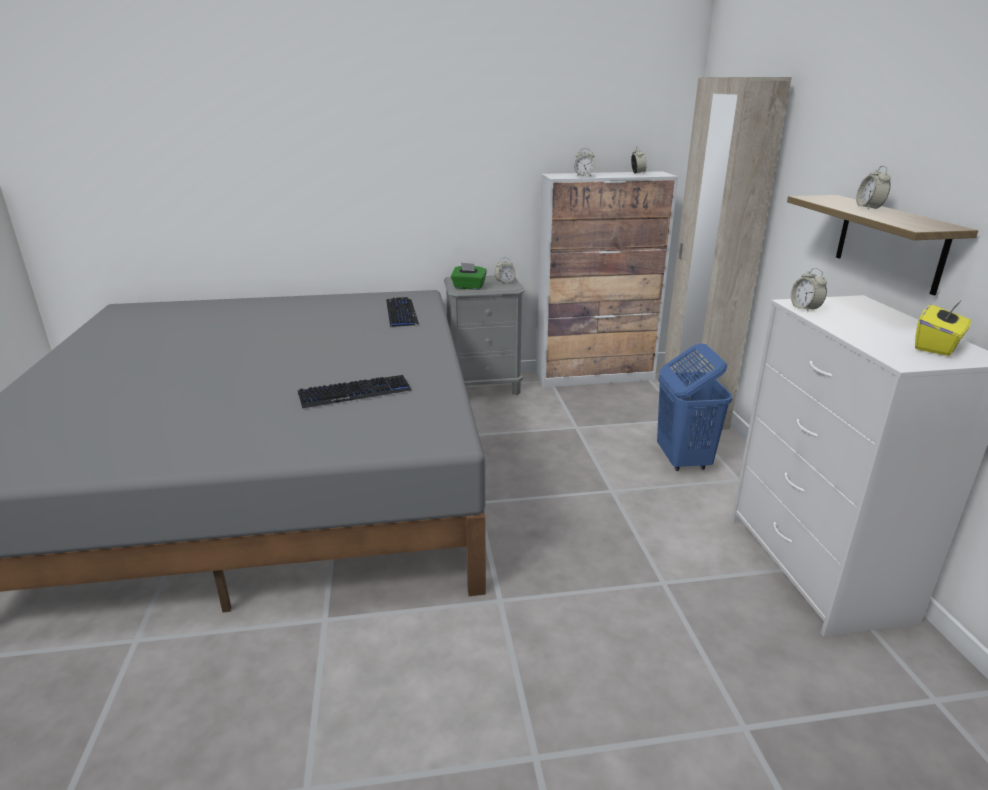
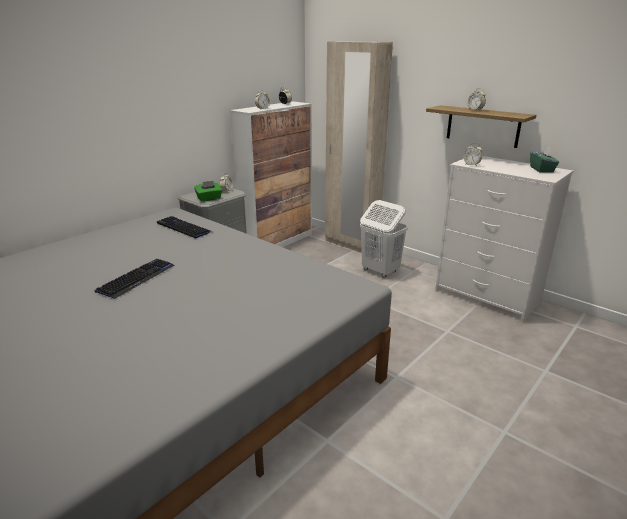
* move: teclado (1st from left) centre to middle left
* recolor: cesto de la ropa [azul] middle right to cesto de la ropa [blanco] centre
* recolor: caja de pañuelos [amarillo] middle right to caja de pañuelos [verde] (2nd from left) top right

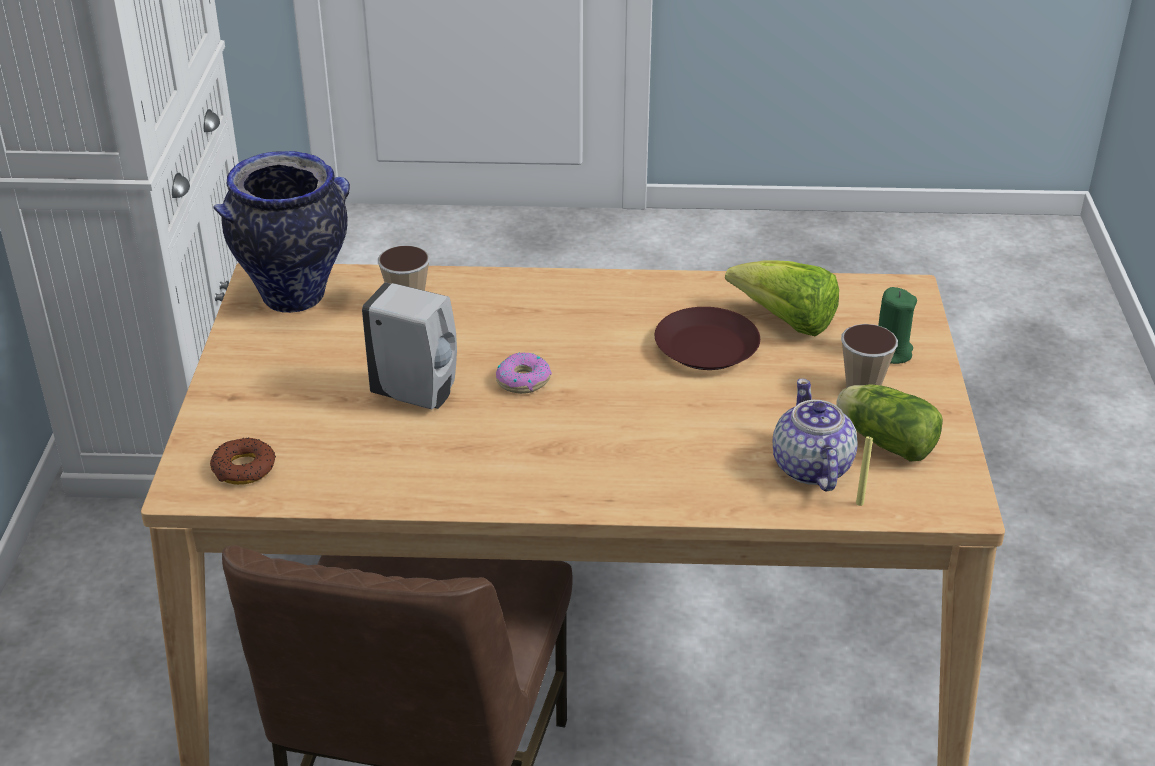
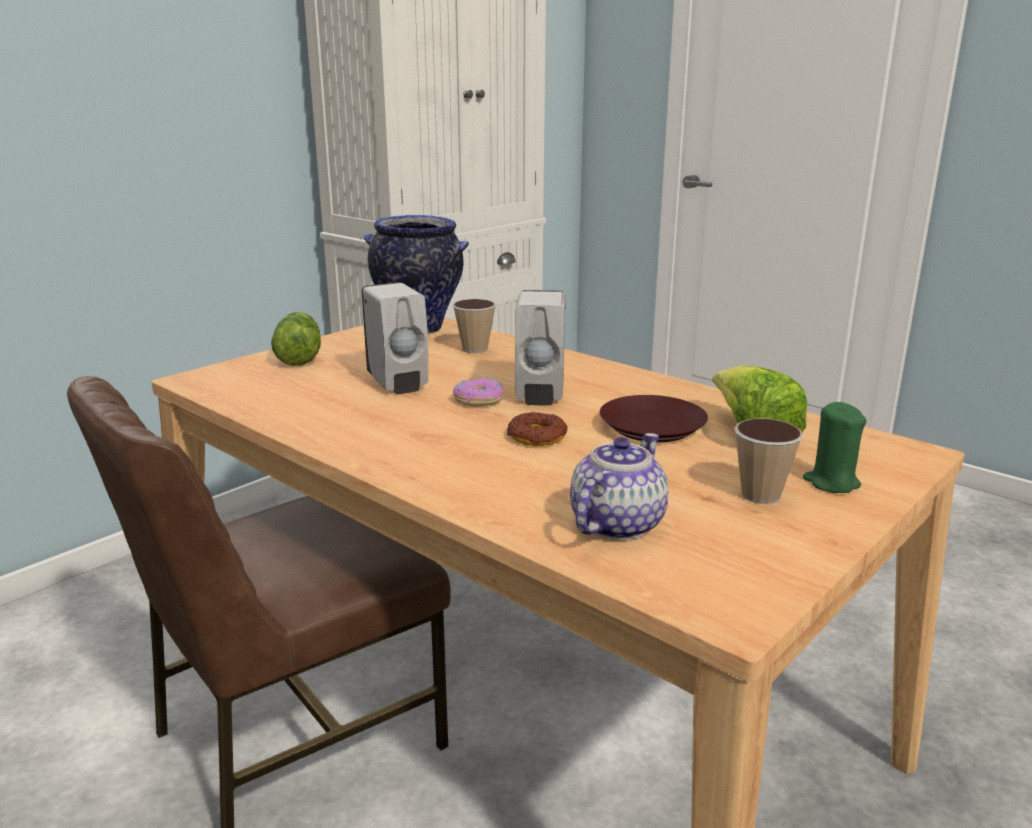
* move: lechuga (2nd from left in the first image) middle right to lechuga (1st from left) middle left
* move: rosquilla (1st from left in the first image) middle left to rosquilla (2nd from left) centre
* insert: dispensador de jabón [blanco] (2nd from left) centre
* delete: vela [amarillo] middle right

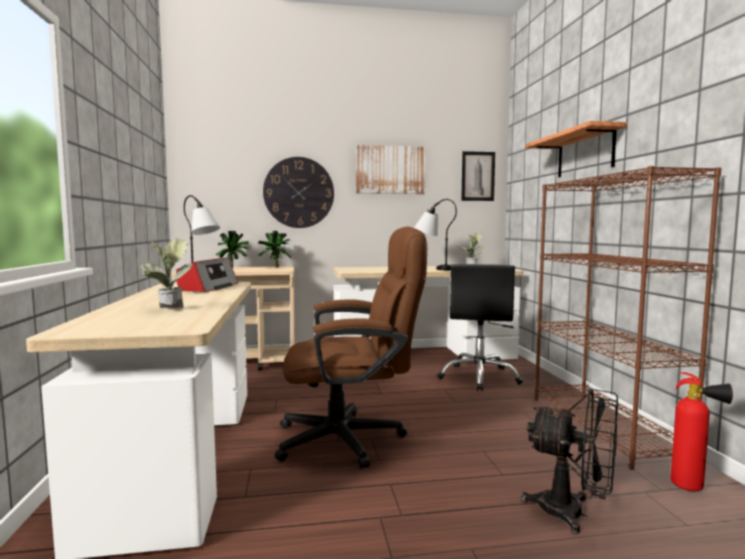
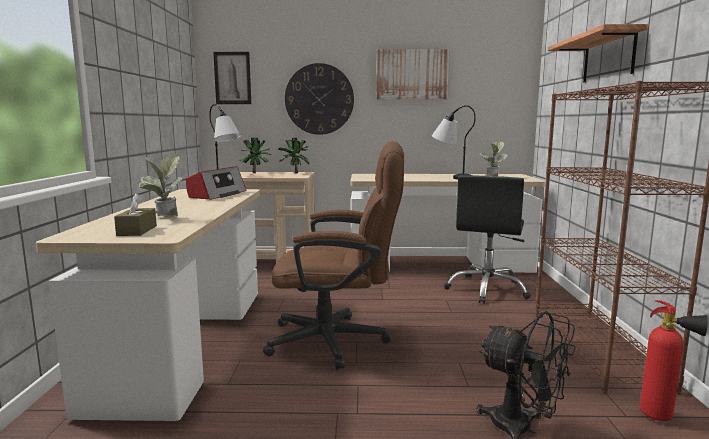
* insert: caja de pañuelos [marrón] middle left
* move: cuadro (2nd from left in the first image) top centre to cuadro (1st from left) top left

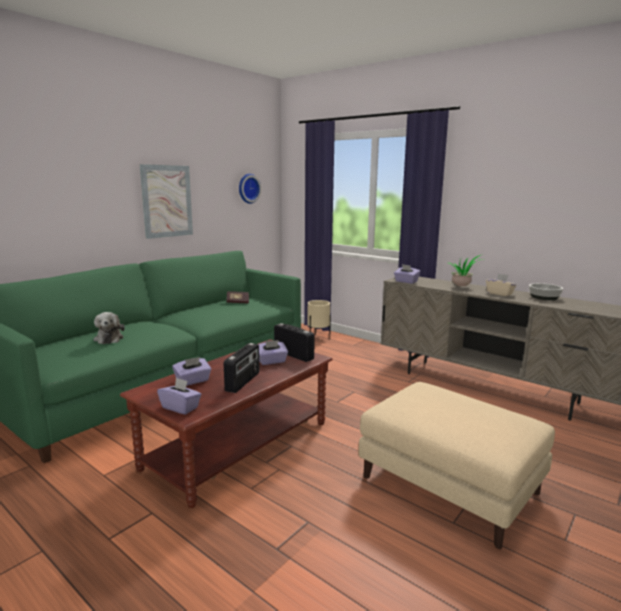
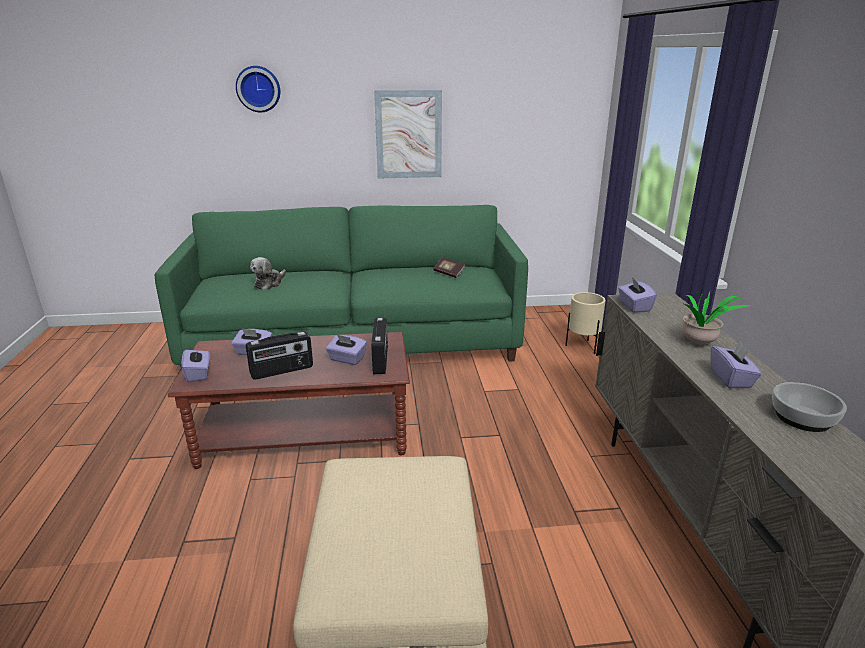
* move: reloj de pared top centre to top left
* recolor: caja de pañuelos [beis] middle right to caja de pañuelos [morado] (5th from left) middle right

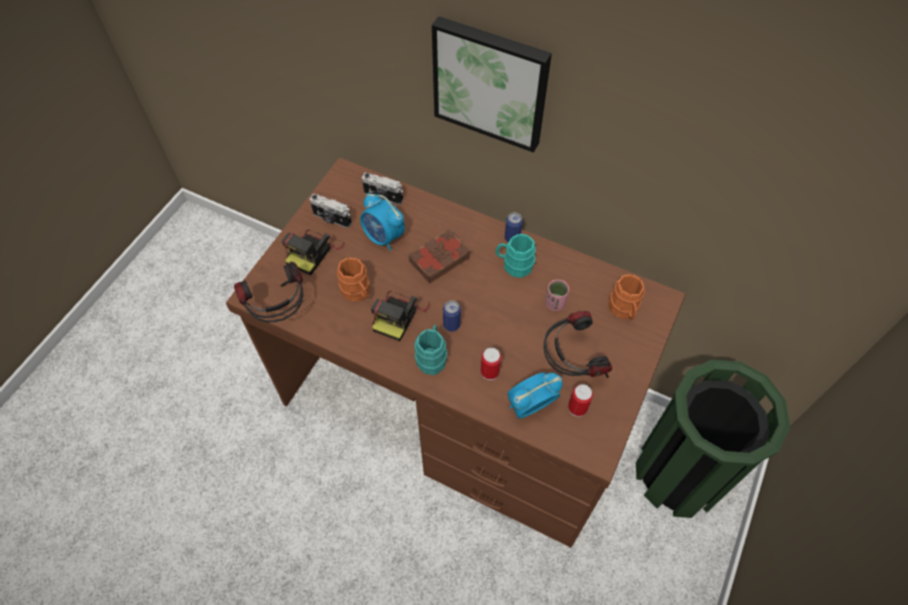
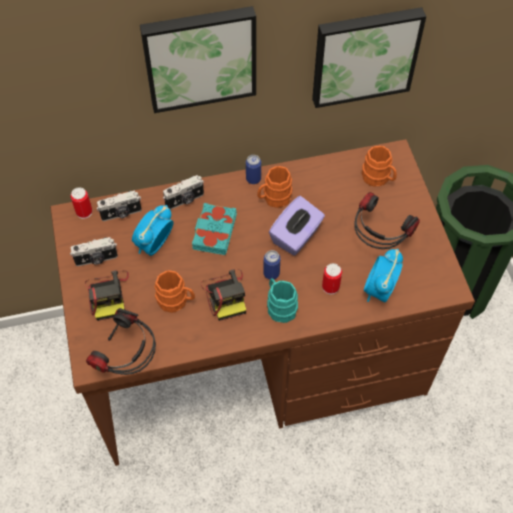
* move: lata (4th from left in the first image) centre to lata (1st from left) middle left
* rotate: despertador (1st from left) centre = middle left 120 degrees clockwise
* insert: cámara (4th from left) centre
* recolor: libro [marrón] centre to libro [turquesa] centre
* recolor: taza grande [turquesa] (2nd from left) centre to taza grande [naranja] (2nd from left) centre
* insert: caja de pañuelos [morado] centre
* insert: cuadro (2nd from left) top right
* delete: taza [rosa] centre

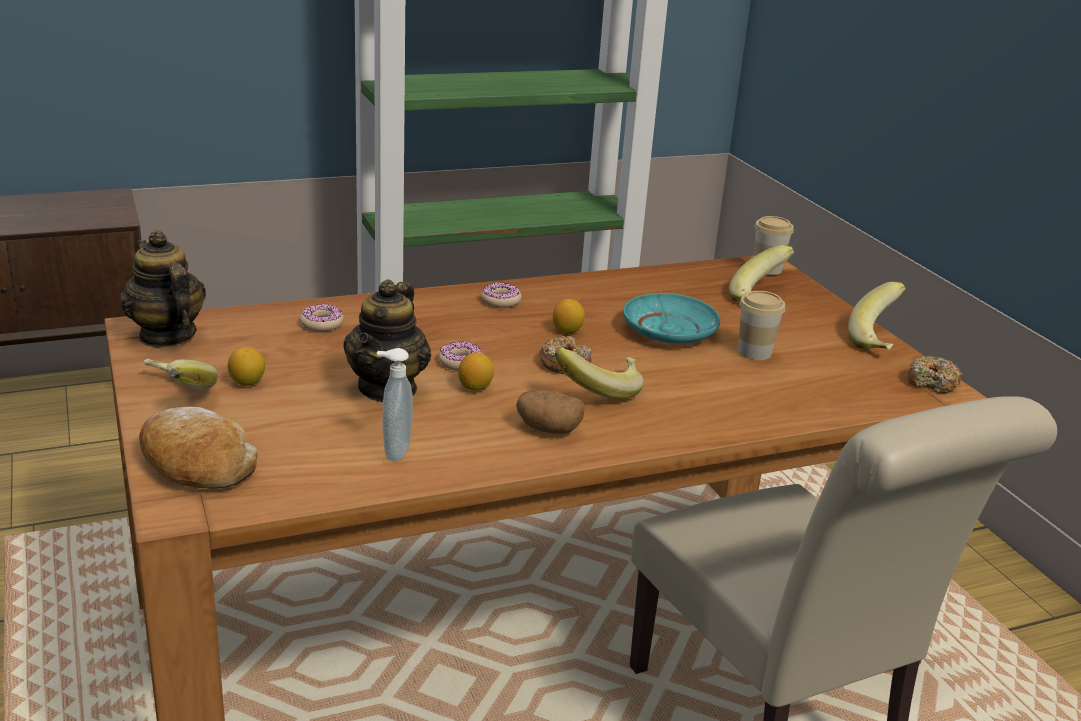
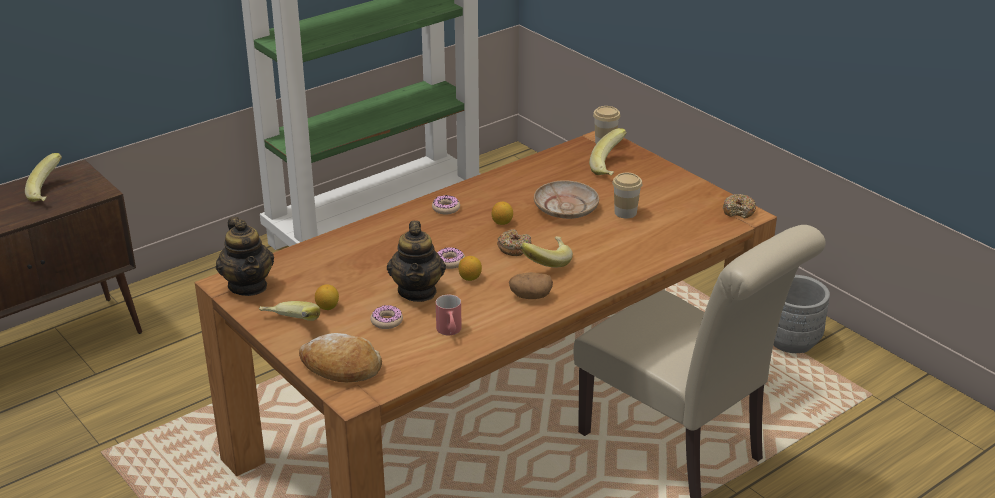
* move: plátano (4th from left in the first image) middle right to plátano (1st from left) middle left
* rotate: tetera (1st from left) middle left = middle left 150 degrees counterclockwise
* move: rosquilla (1st from left) middle left to centre
* replace: dispensador de jabón centre to taza grande [rojo] centre
* recolor: plato [turquesa] centre to plato [beis] centre
* insert: maceta [gris] middle right

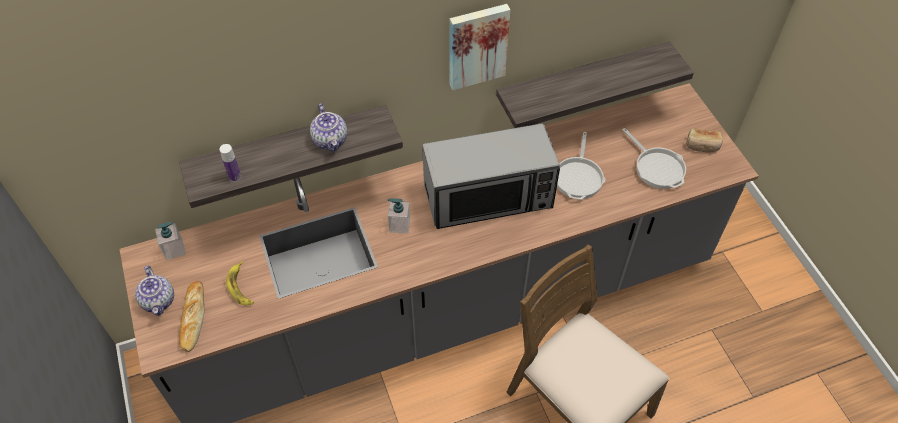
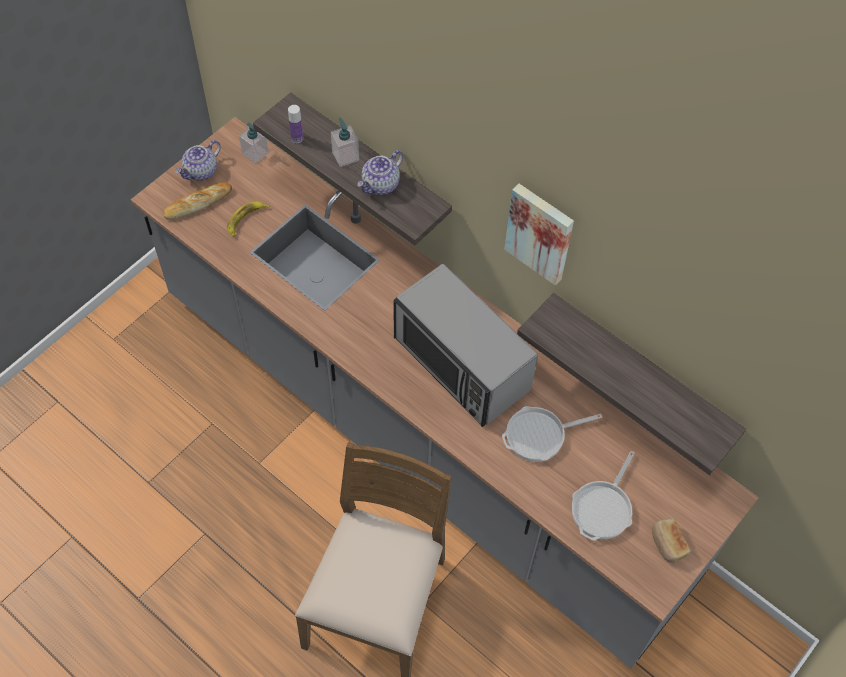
* move: dispensador de jabón (2nd from left) centre to top centre

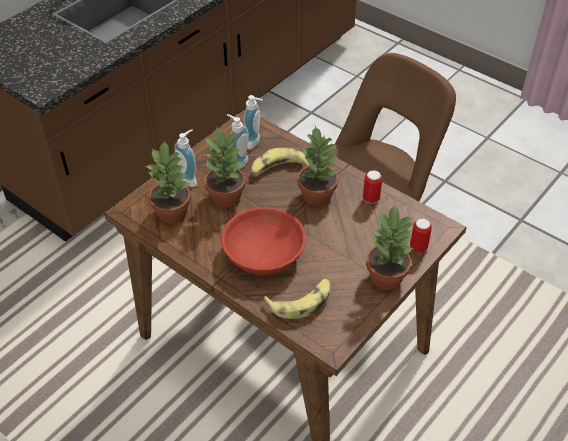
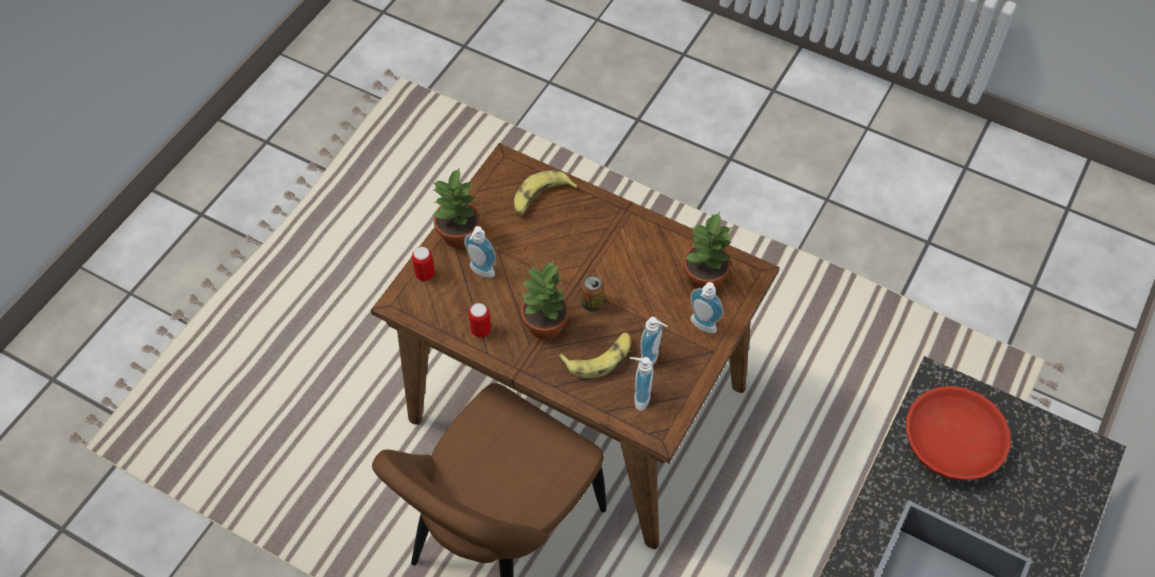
* insert: dispensador de jabón (1st from left) centre
* insert: lata (3rd from left) centre
* move: cuenco [rojo] centre to bottom right
* delete: planta en maceta (2nd from left) centre

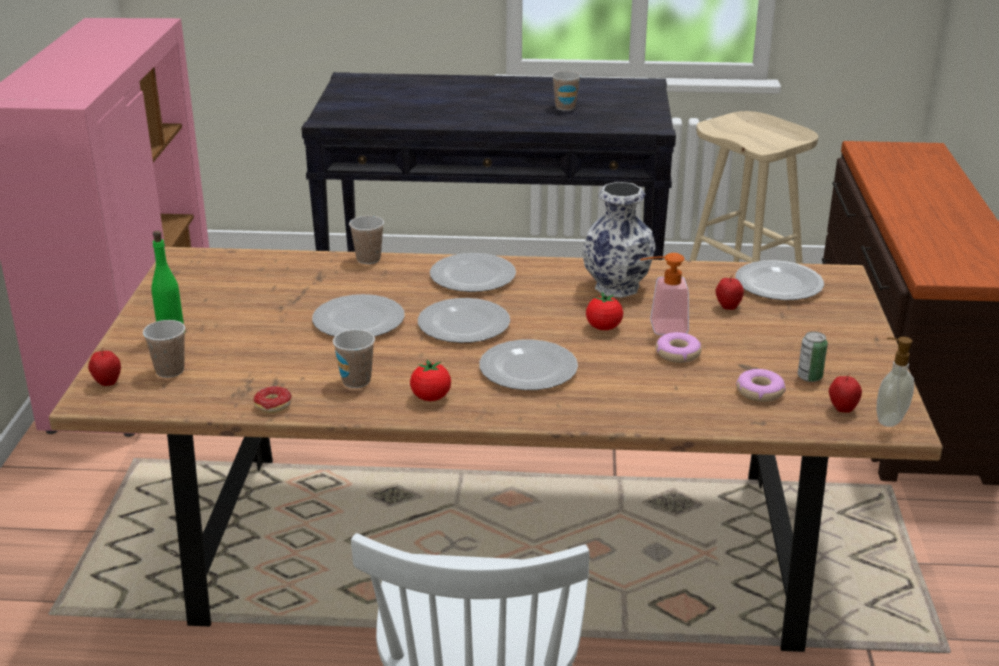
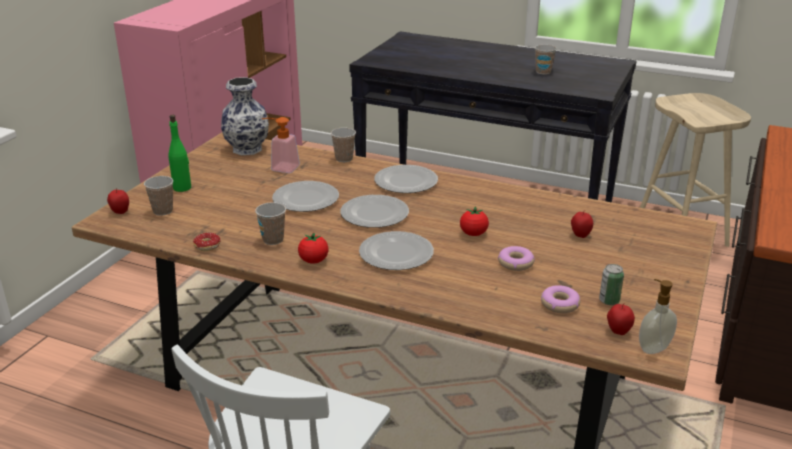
* move: florero centre to top left
* move: dispensador de jabón (1st from left) centre to top centre
* delete: plato (5th from left) middle right

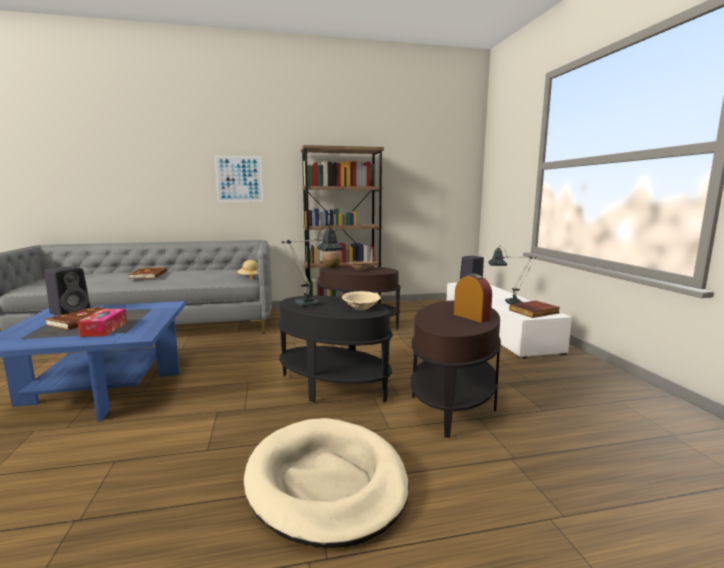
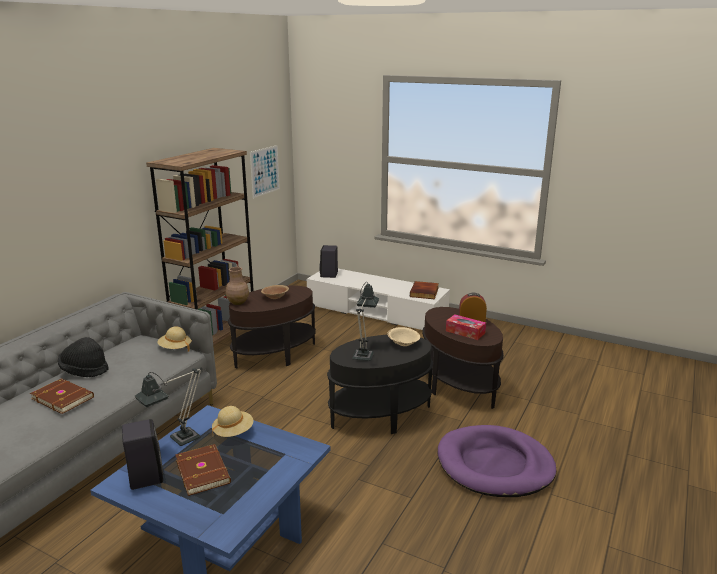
* insert: sombrero [negro] middle left
* move: lámpara de mesa (2nd from left in the first image) middle right to lámpara de mesa (1st from left) bottom left
* insert: sombrero [beis] (2nd from left) bottom left
* move: cuadro top left to top centre
* recolor: cama para perro [beis] bottom centre to cama para perro [morado] bottom right
* move: caja de pañuelos middle left to centre

